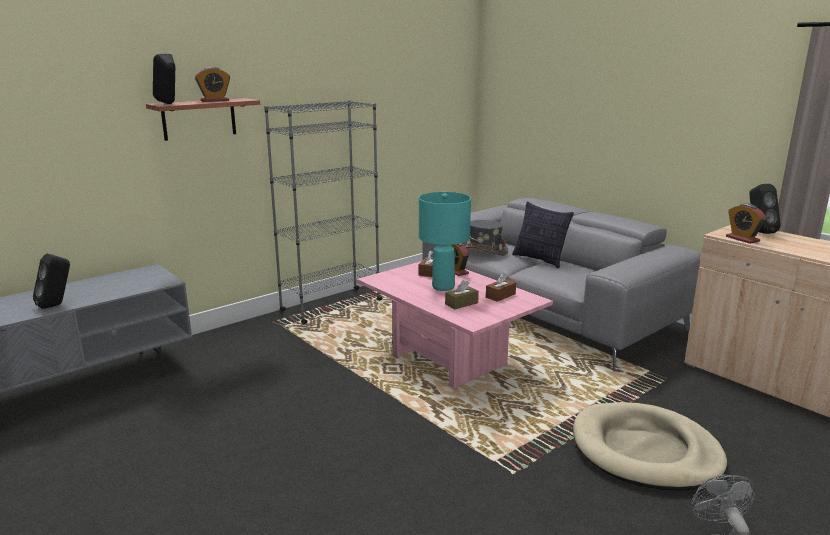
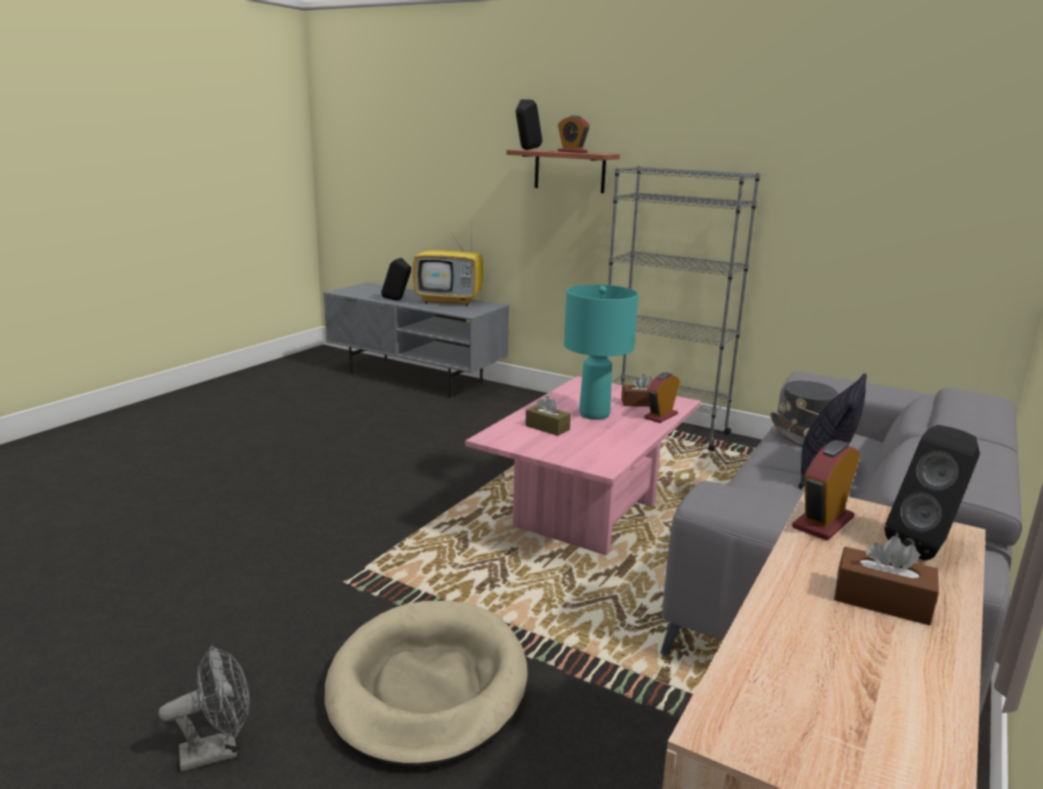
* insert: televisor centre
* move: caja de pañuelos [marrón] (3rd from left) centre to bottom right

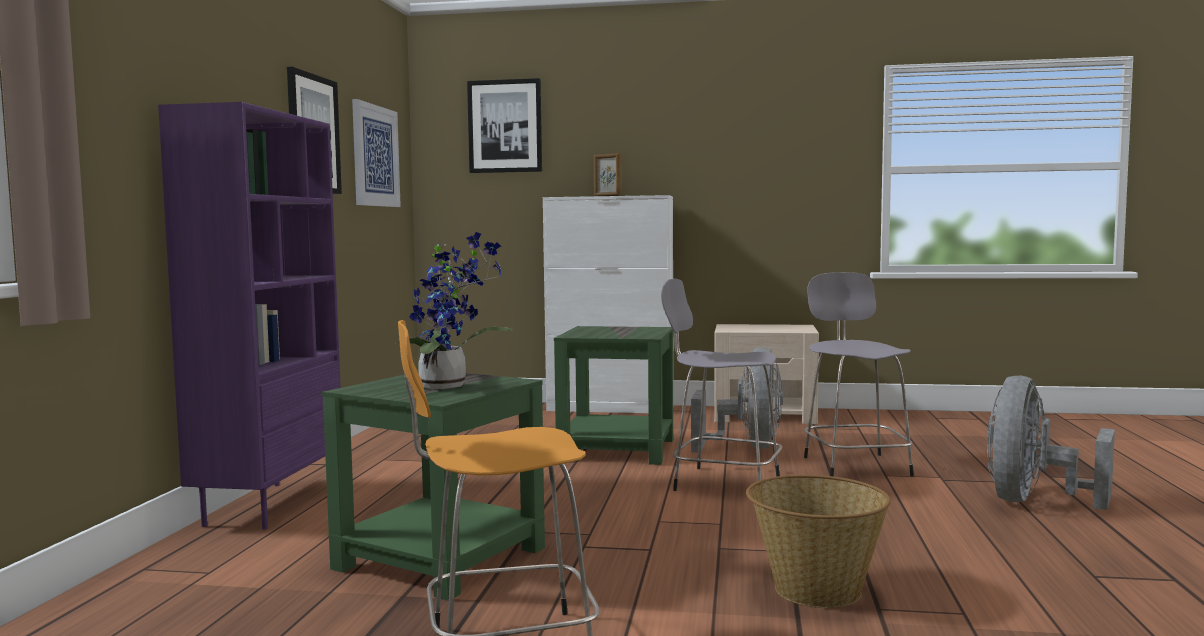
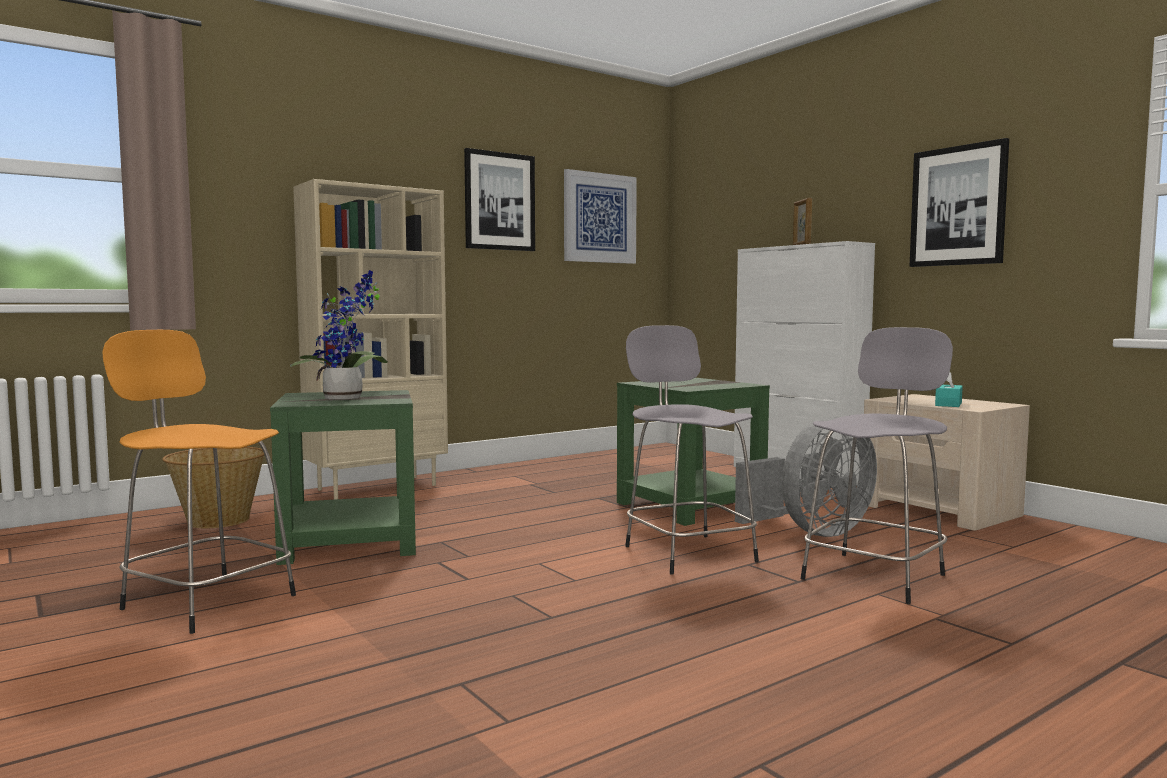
* move: cesta bottom right to middle left
* recolor: estantería [morado] middle left to estantería [beis] middle left
* move: cuadro (3rd from left) top centre to top right
* insert: caja de pañuelos [turquesa] middle right
* delete: ventilador [gris] (2nd from left) bottom right

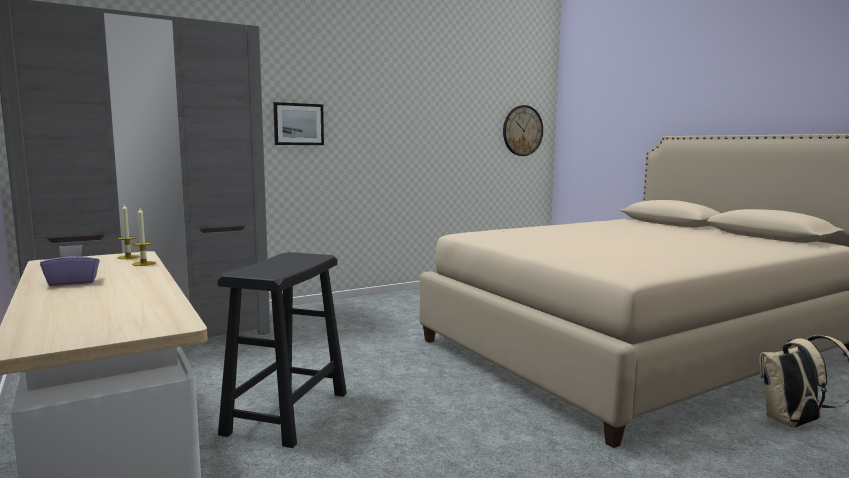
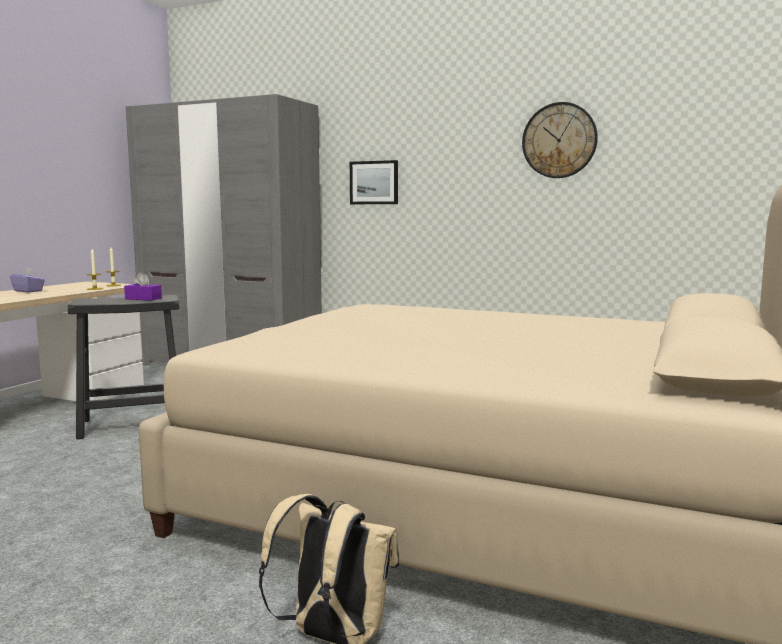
* insert: caja de pañuelos [morado] (2nd from left) middle left
* move: reloj de pared top centre to top right

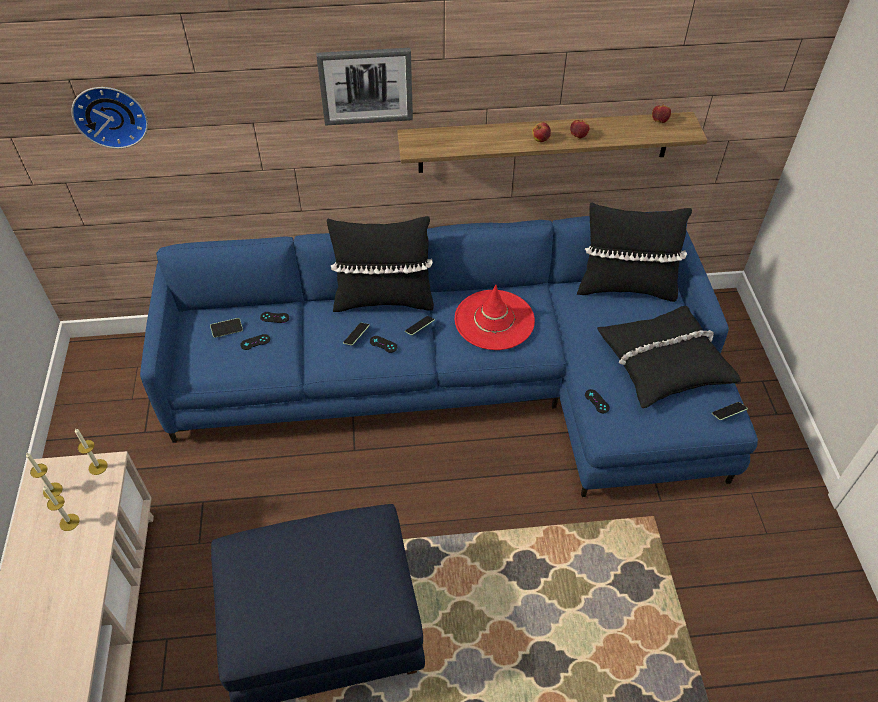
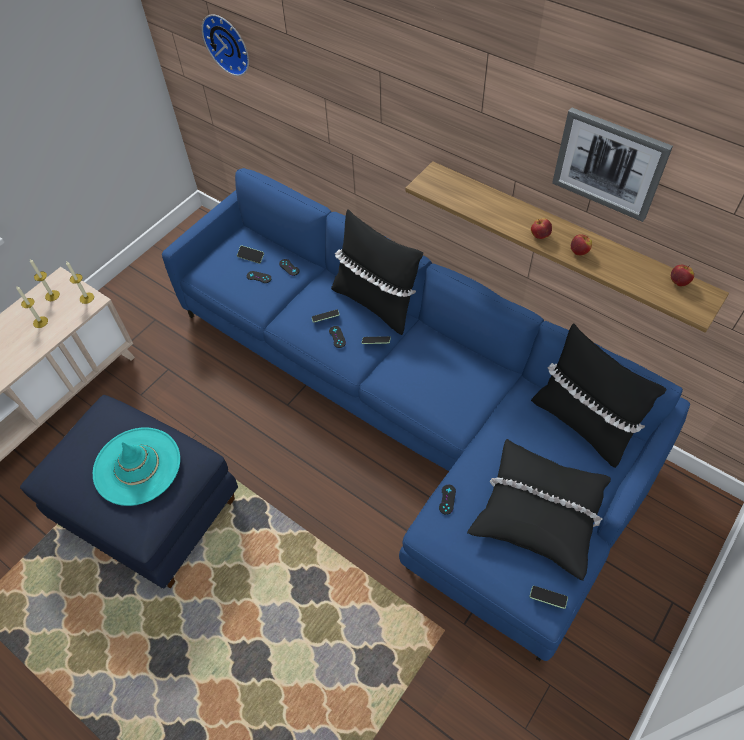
* insert: sombrero [turquesa] middle left
* move: cuadro top centre to top right
* delete: sombrero [rojo] centre

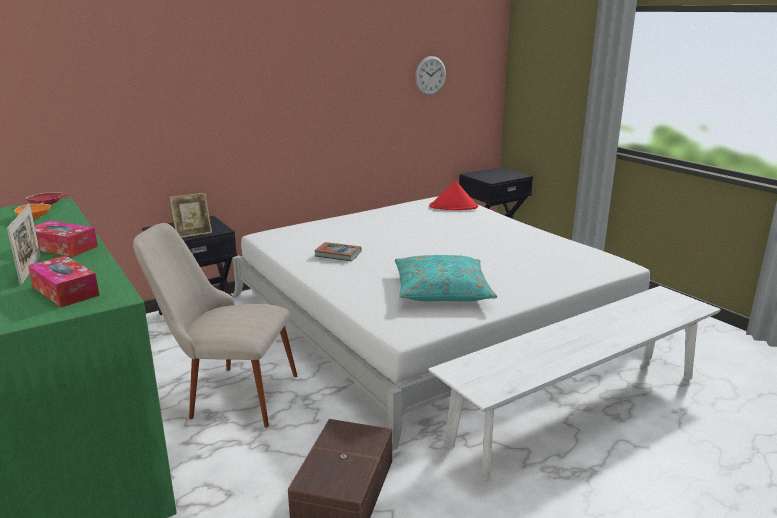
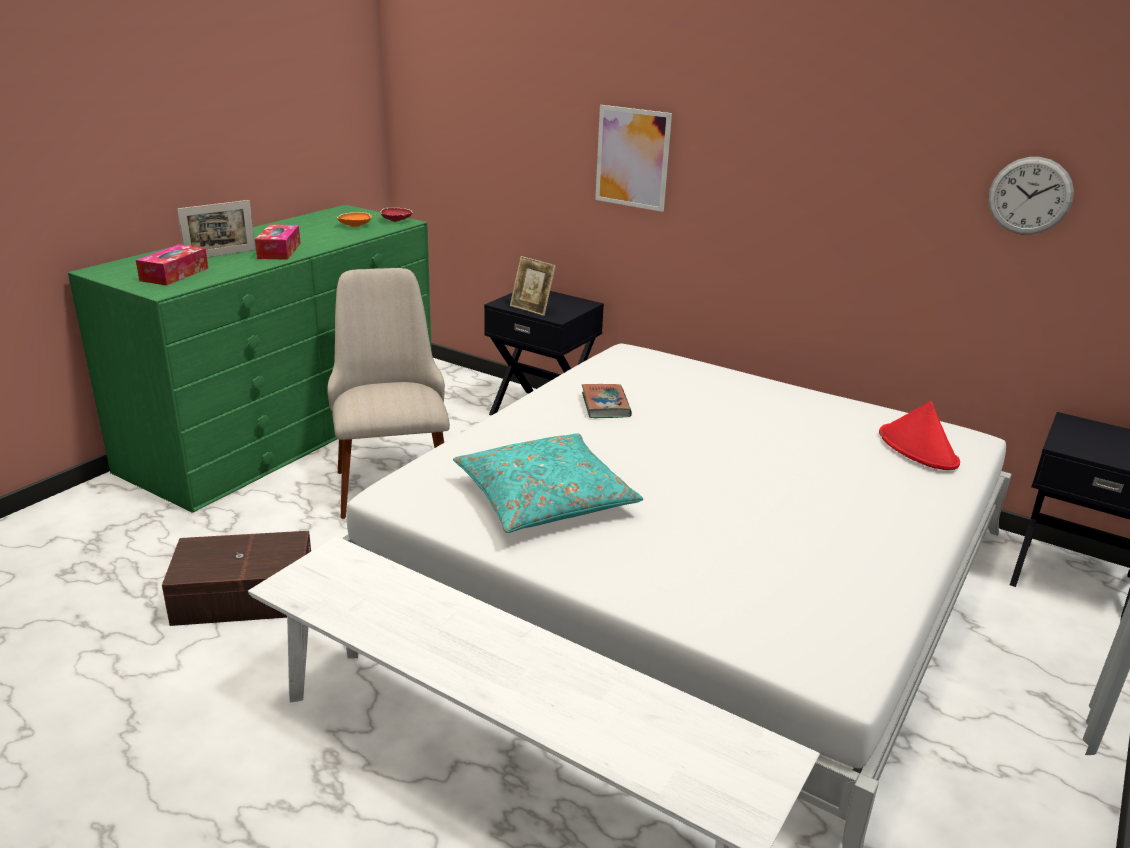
* insert: cuadro top centre

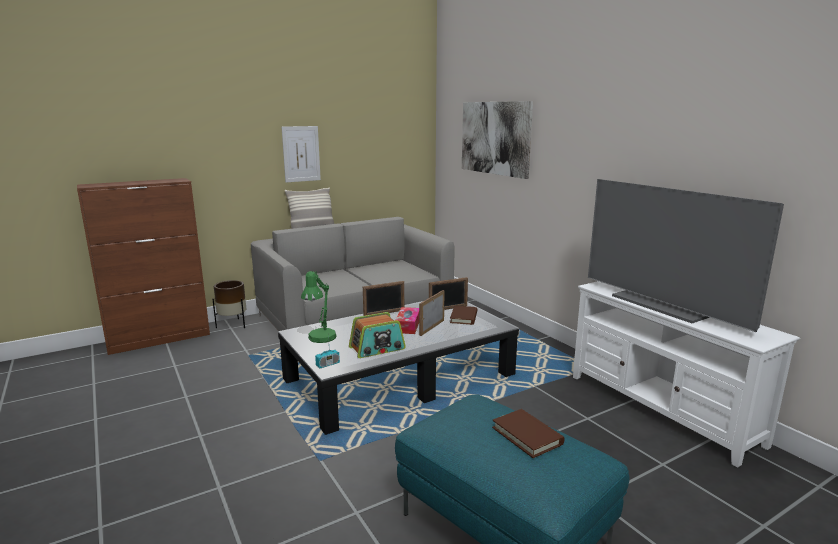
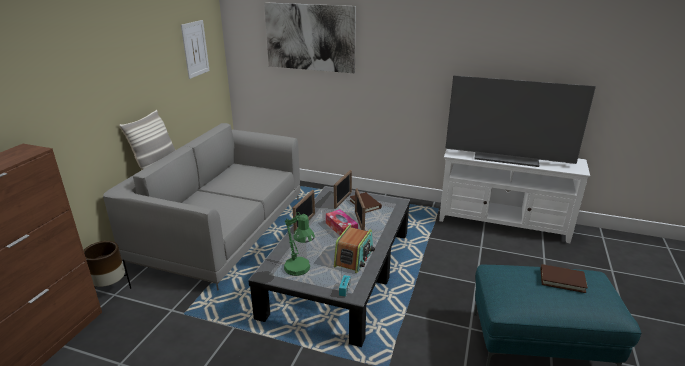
* move: cuadro (1st from left) top centre to top left

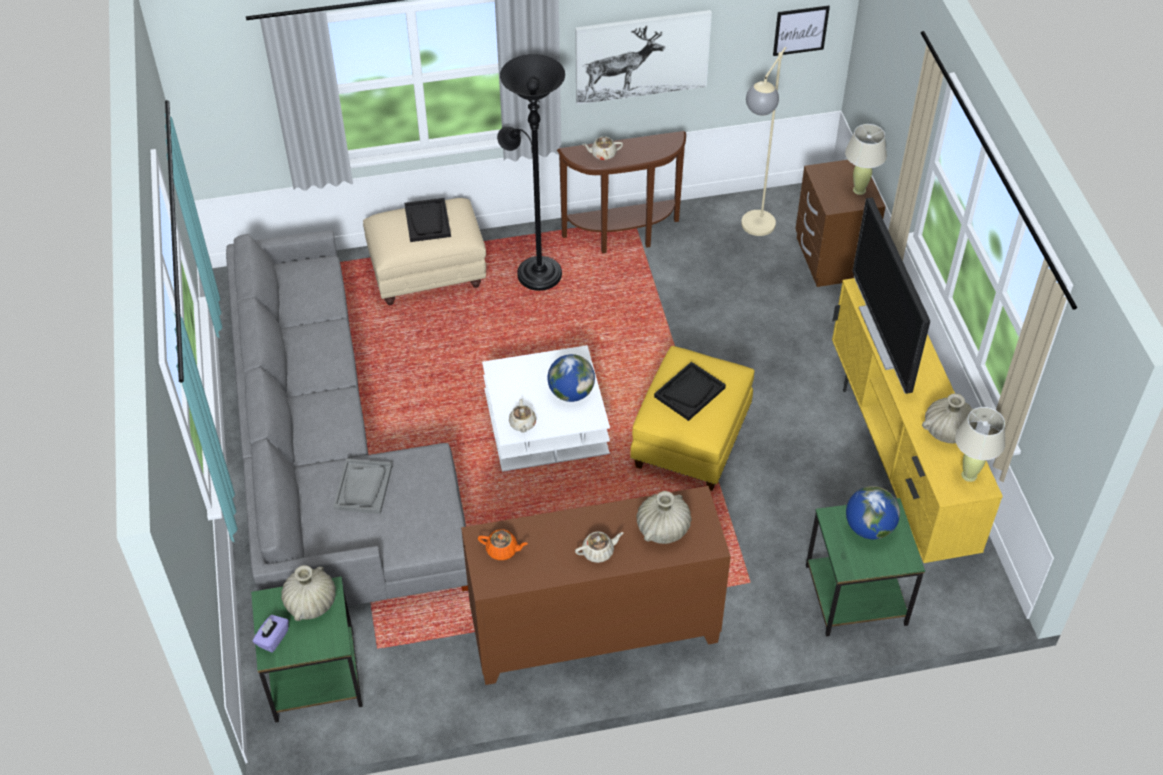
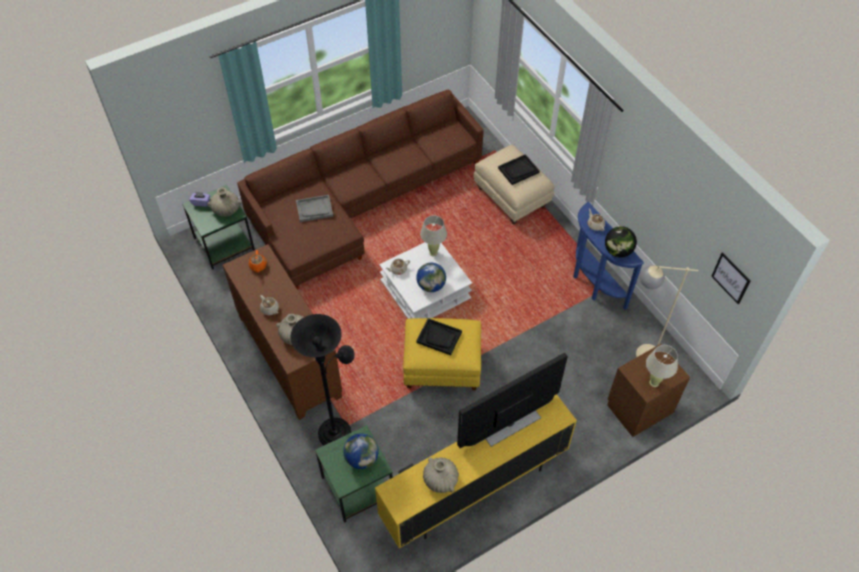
* recolor: sofá [gris] middle left to sofá [marrón] top centre
* move: lámpara de pie [negro] top centre to centre
* move: lámpara de mesa [beis] (2nd from left in the first image) middle right to lámpara de mesa [beis] (1st from left) centre
* recolor: mesa consola [marrón] top centre to mesa consola [azul] middle right
* insert: globo terráqueo (3rd from left) middle right
* delete: cuadro (1st from left) top centre

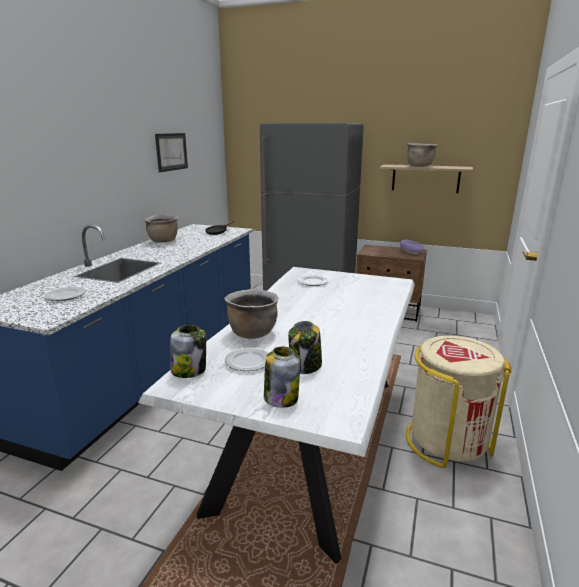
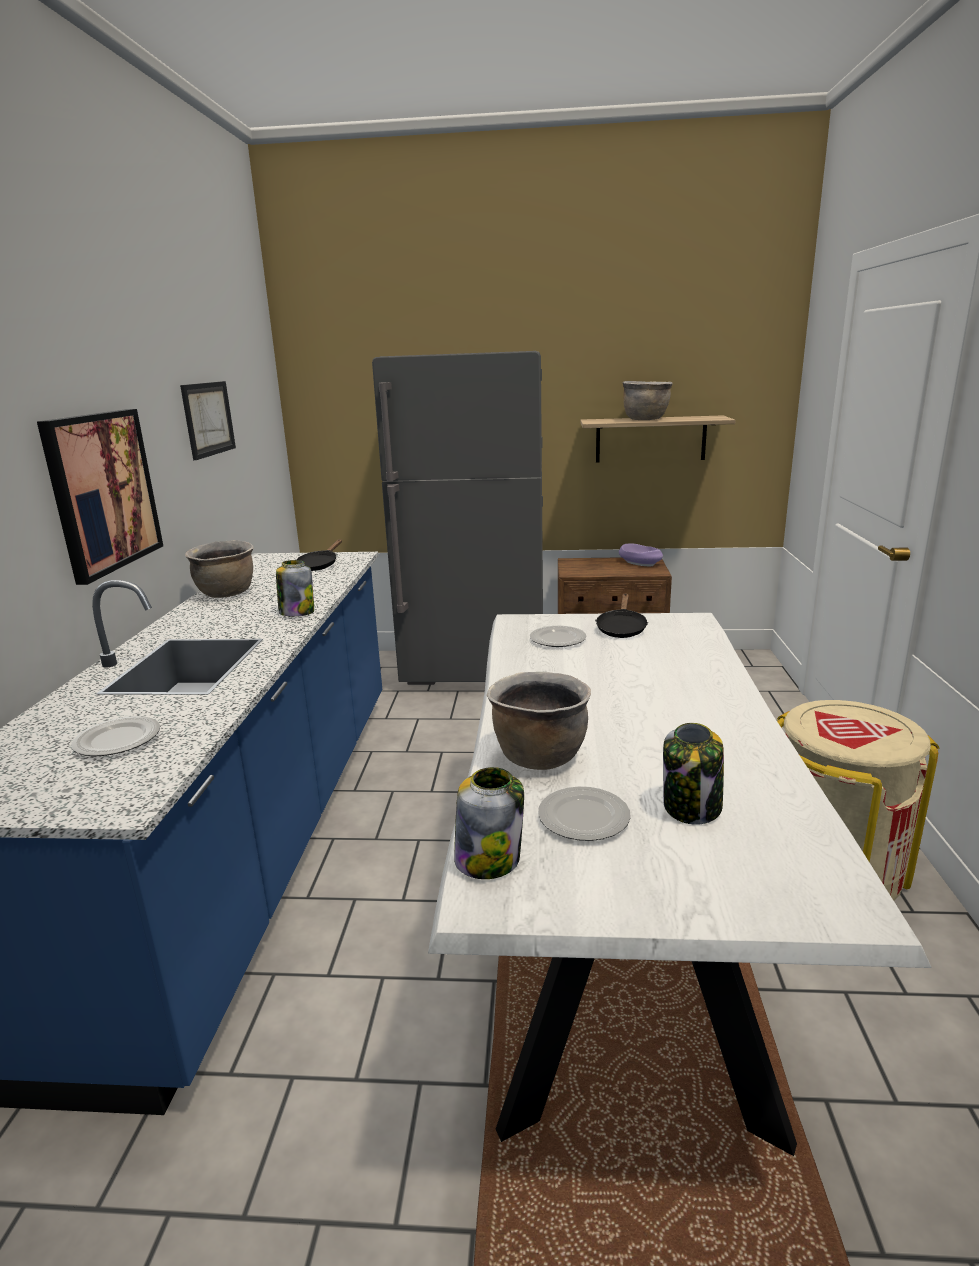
* insert: cuadro (1st from left) middle left
* move: tarro (2nd from left in the first image) centre to tarro (1st from left) middle left
* insert: sartén [negro] (2nd from left) centre

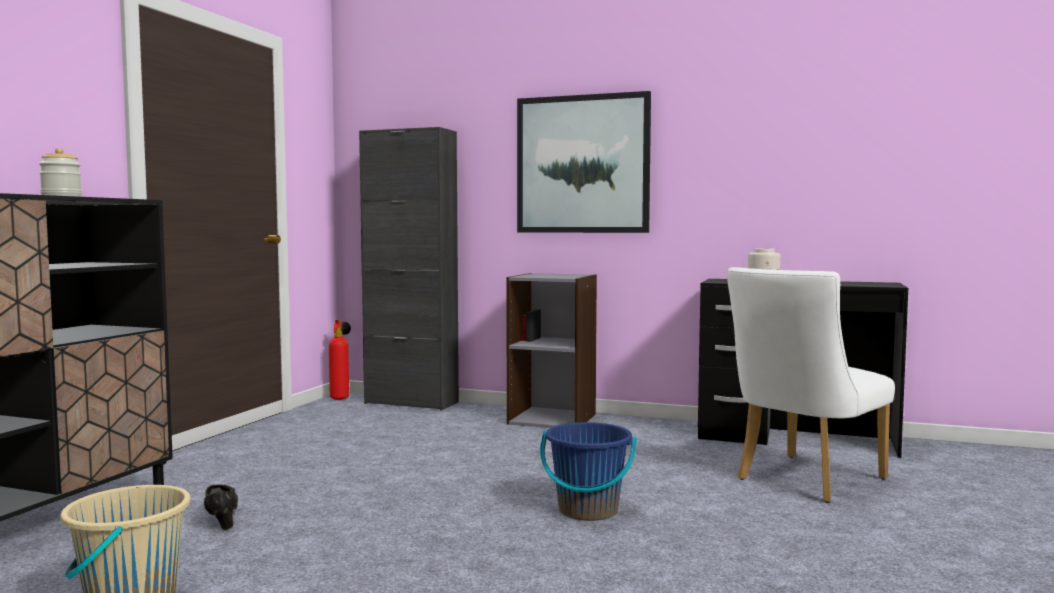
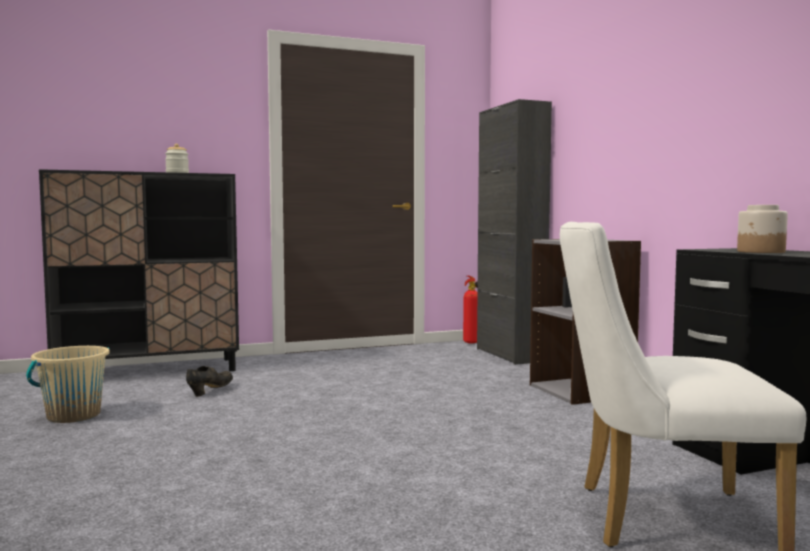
* delete: cuadro top centre
* delete: cubo [azul] bottom centre

